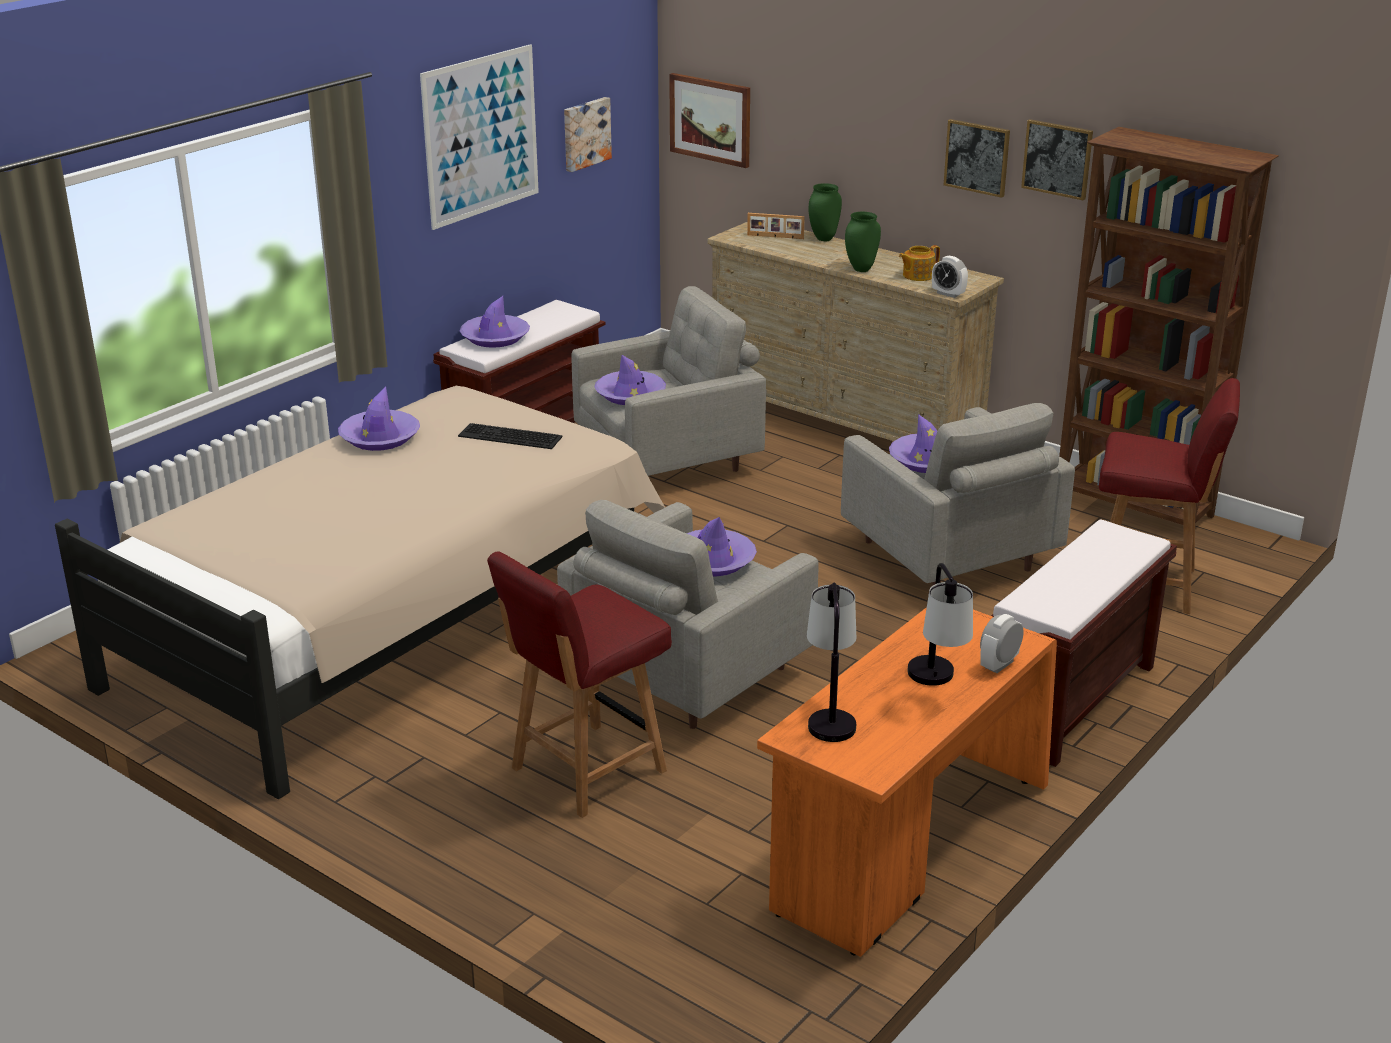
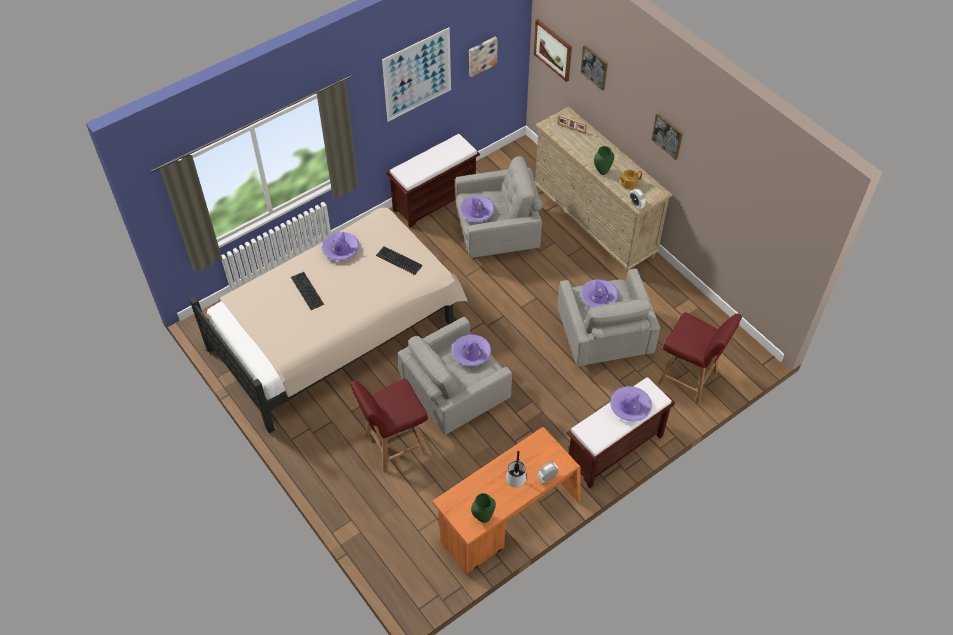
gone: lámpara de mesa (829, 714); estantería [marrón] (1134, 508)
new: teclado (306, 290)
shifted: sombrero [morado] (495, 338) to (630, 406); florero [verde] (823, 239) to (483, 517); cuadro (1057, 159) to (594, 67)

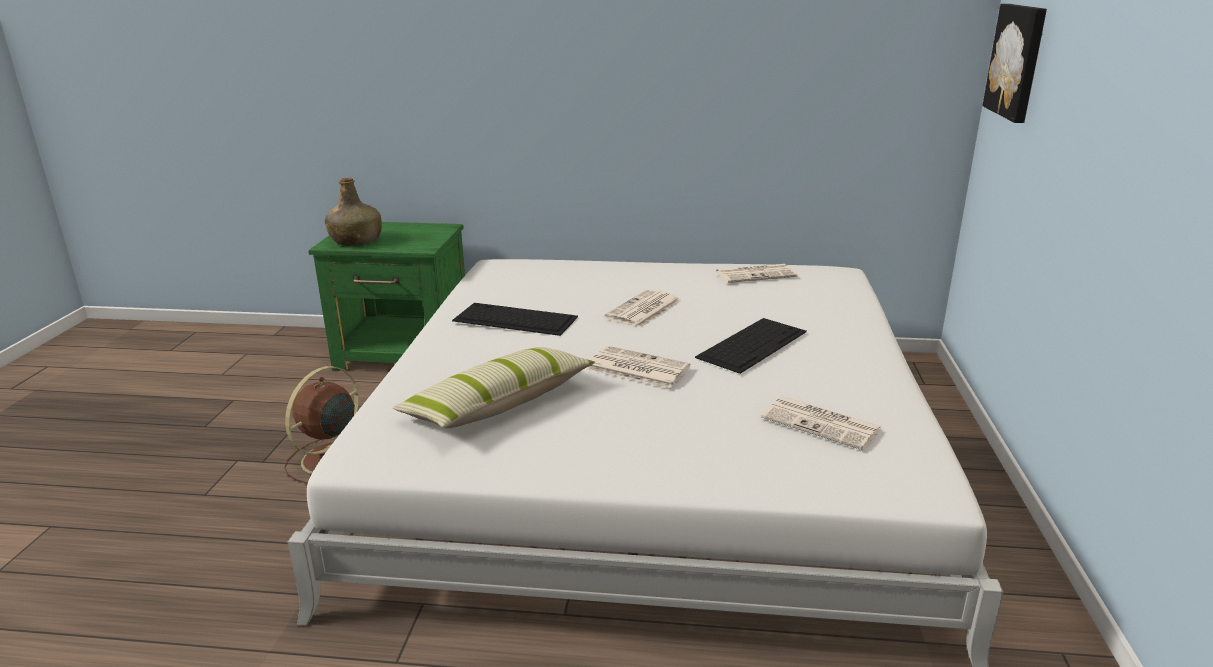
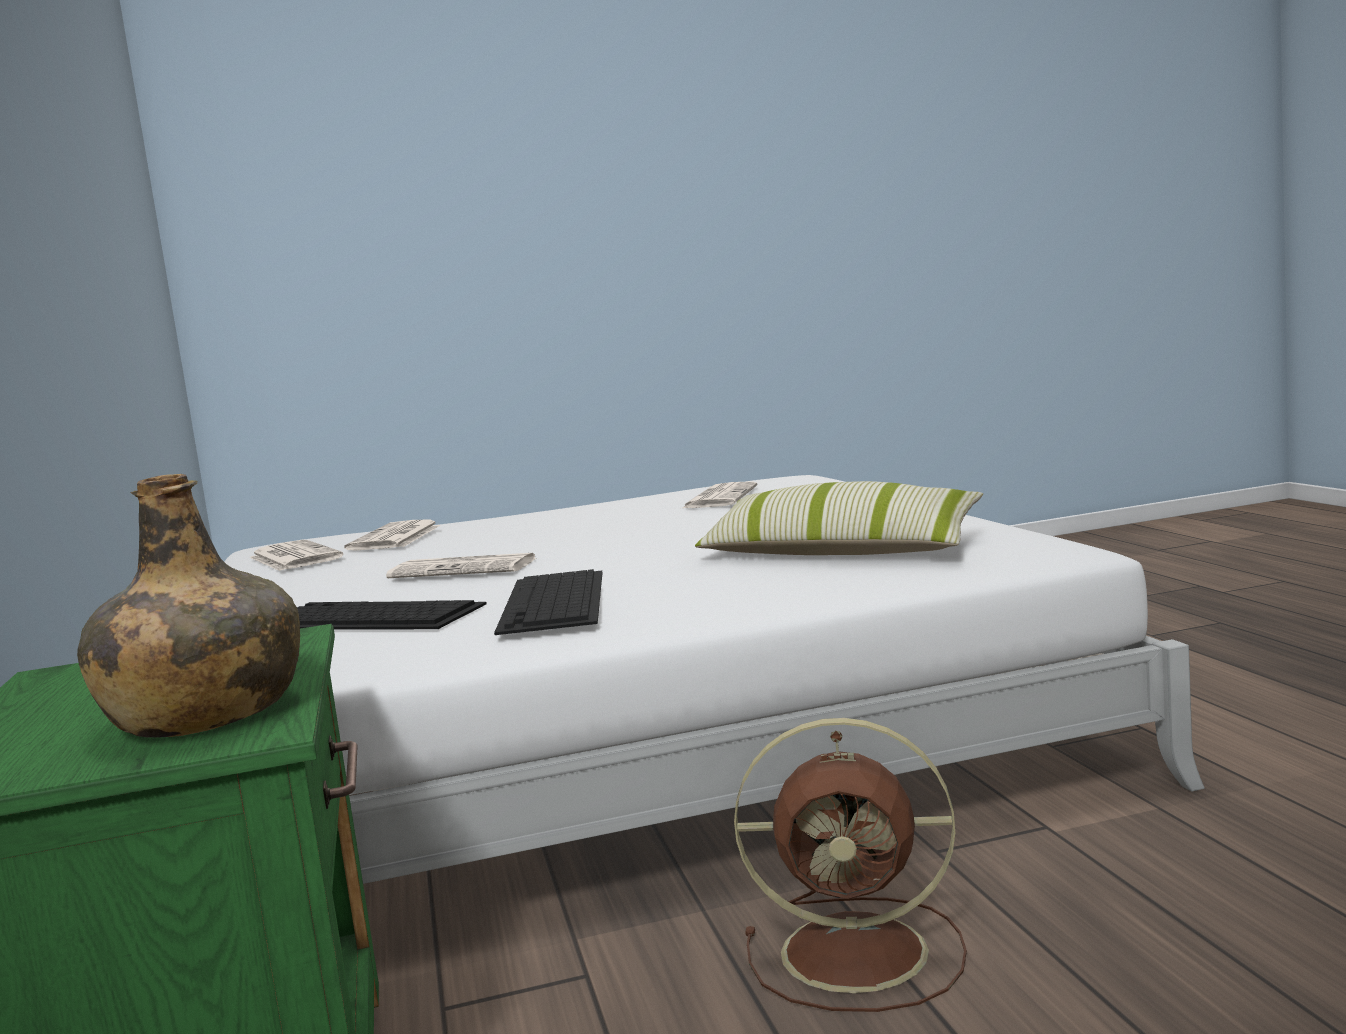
gone: cuadro (1018, 61)
shifted: periódico (636, 368) to (395, 538); teclado (752, 343) to (366, 617)

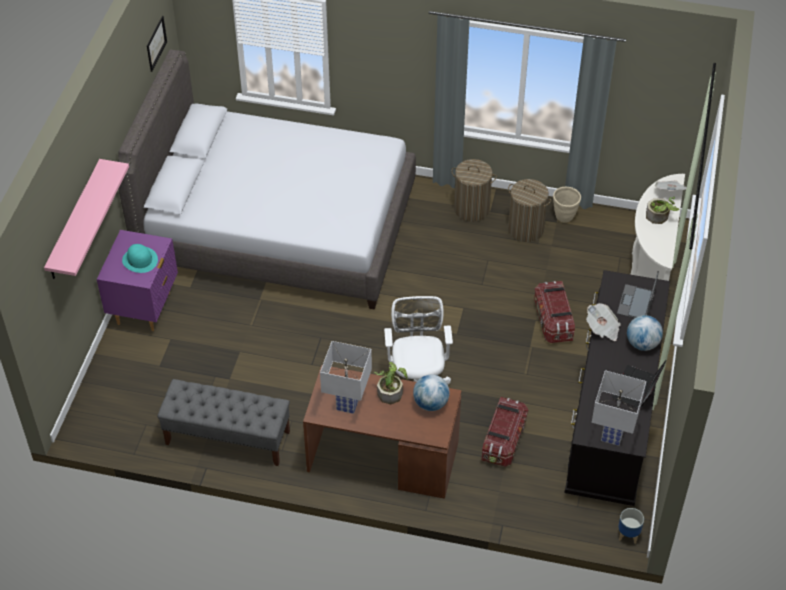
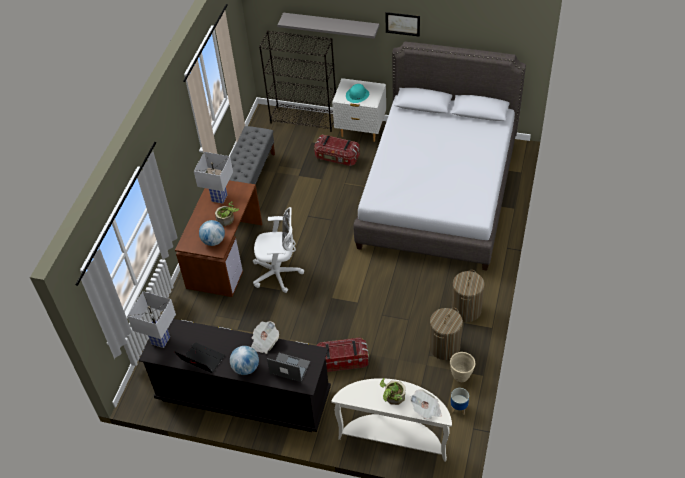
new: estantería [negro] (304, 119)
shifted: cuadro (156, 43) to (402, 24); caja de almacenaje (504, 440) to (337, 158); maceta (628, 535) to (458, 408)
repainted: estante [rosa] (74, 221) to estante [gris] (331, 25); mesita de noche [morado] (144, 308) to mesita de noche [blanco] (361, 131)

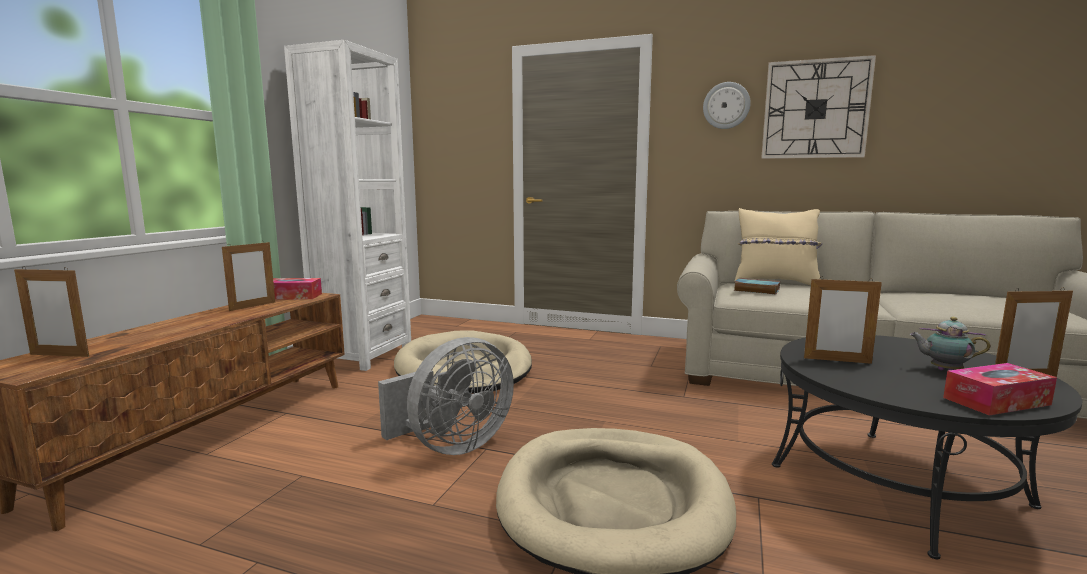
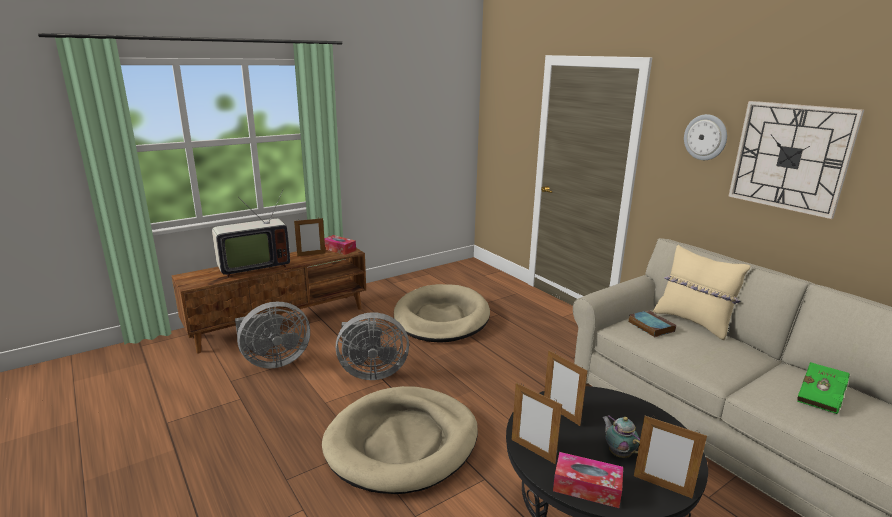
gone: estantería [blanco] (363, 355)
new: televisor (252, 267); ventilador [gris] (273, 361); libro [verde] (820, 398)
shifted: portarretratos (59, 355) to (533, 451)

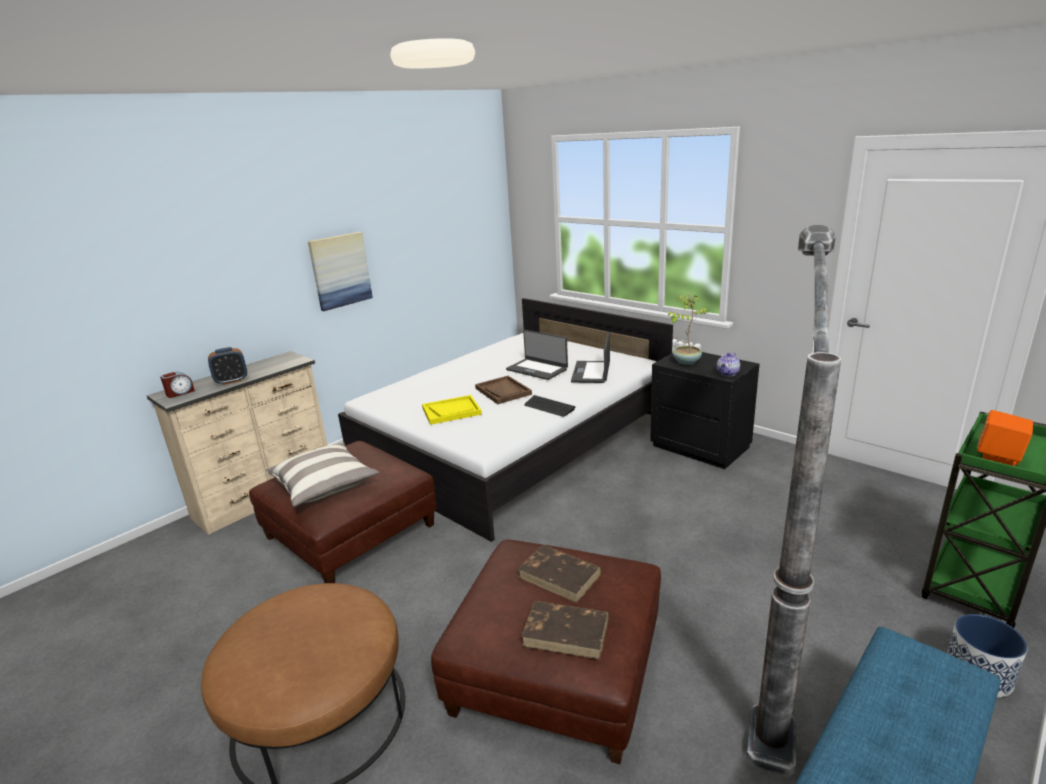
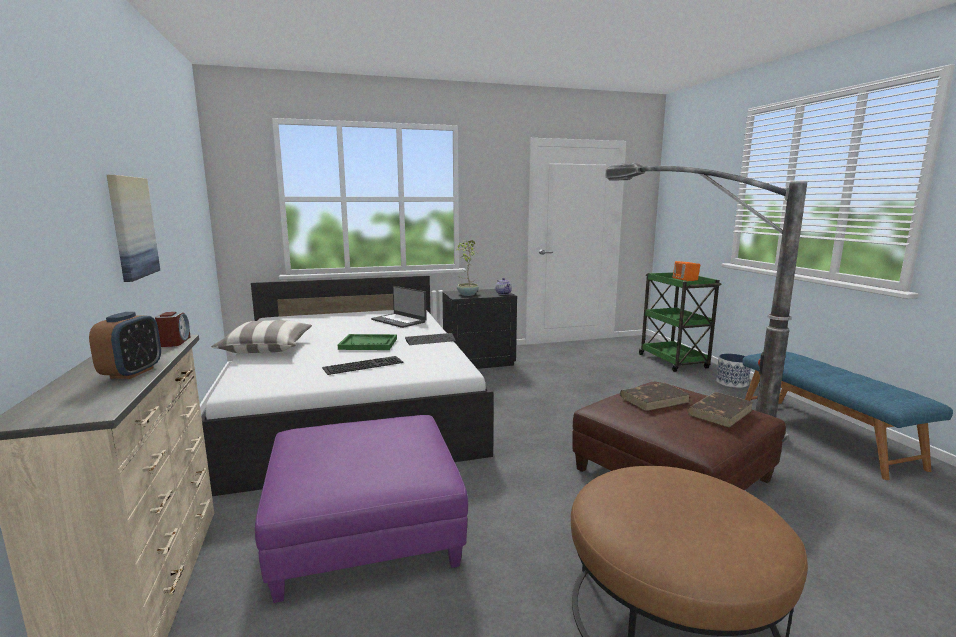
gone: portátil (537, 369)
shifted: despertador (180, 393) to (175, 342); cojín (324, 485) to (266, 349)
swapped: bandeja [amarillo] (451, 411) to teclado (363, 364)
repainted: puf [marrón] (351, 531) to puf [morado] (365, 526); bandeja [marrón] (503, 391) to bandeja [verde] (368, 344)

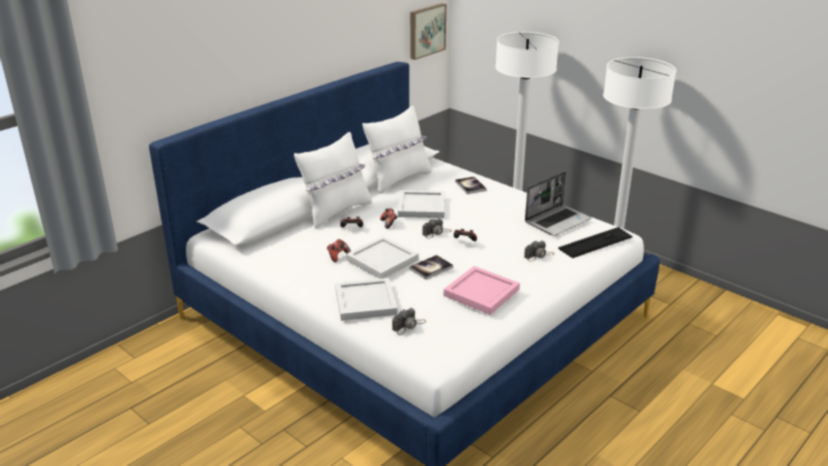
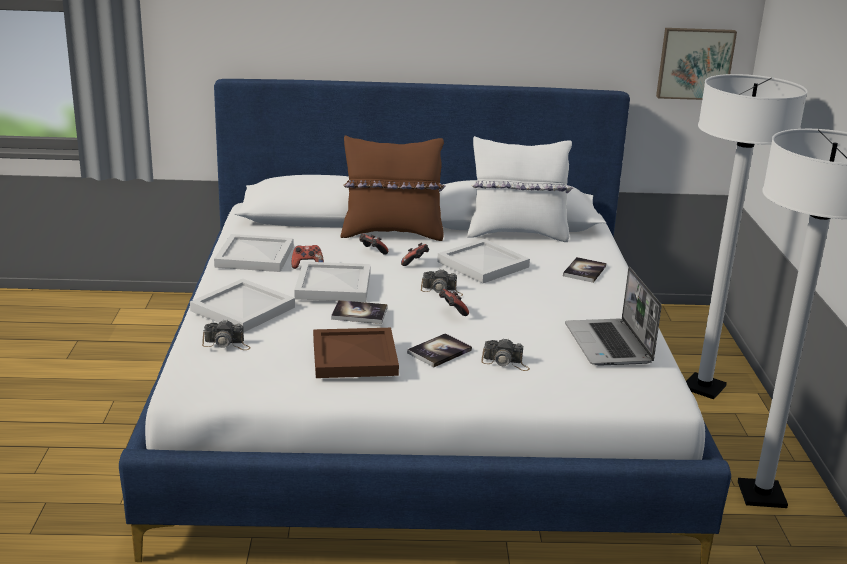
gone: teclado (596, 243)
new: bandeja [blanco] (254, 256); libro (439, 352)
repainted: cojín [blanco] (336, 211) to cojín [marrón] (392, 233); bandeja [rosa] (481, 293) to bandeja [marrón] (353, 357)
rotated: portátil (557, 221) = (609, 345) 75 degrees clockwise

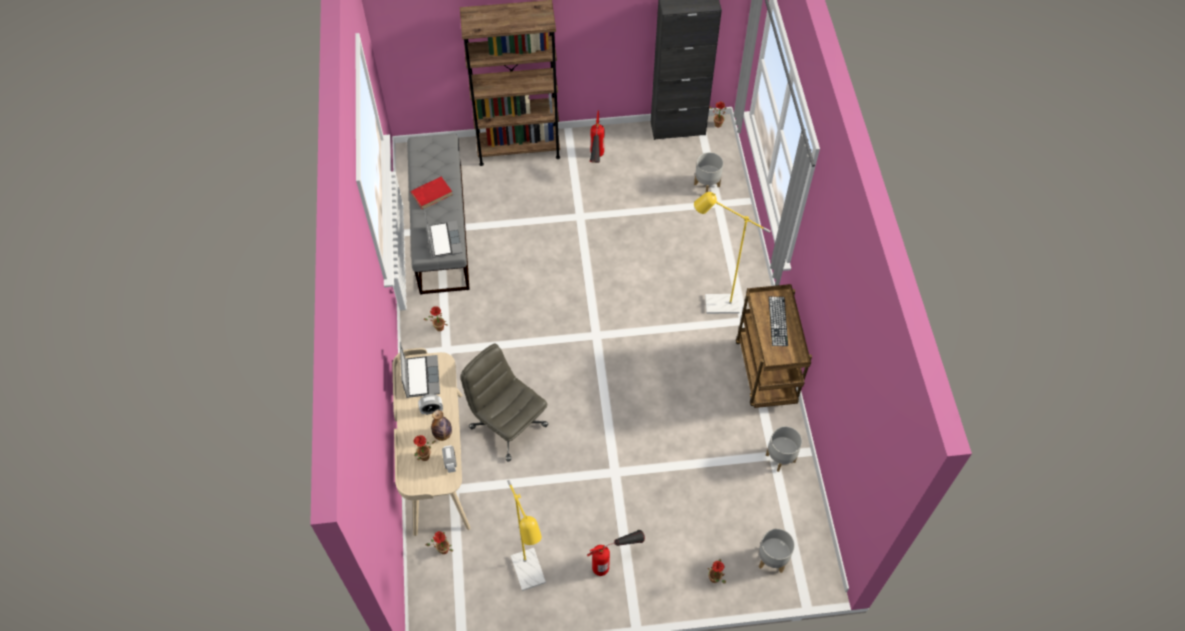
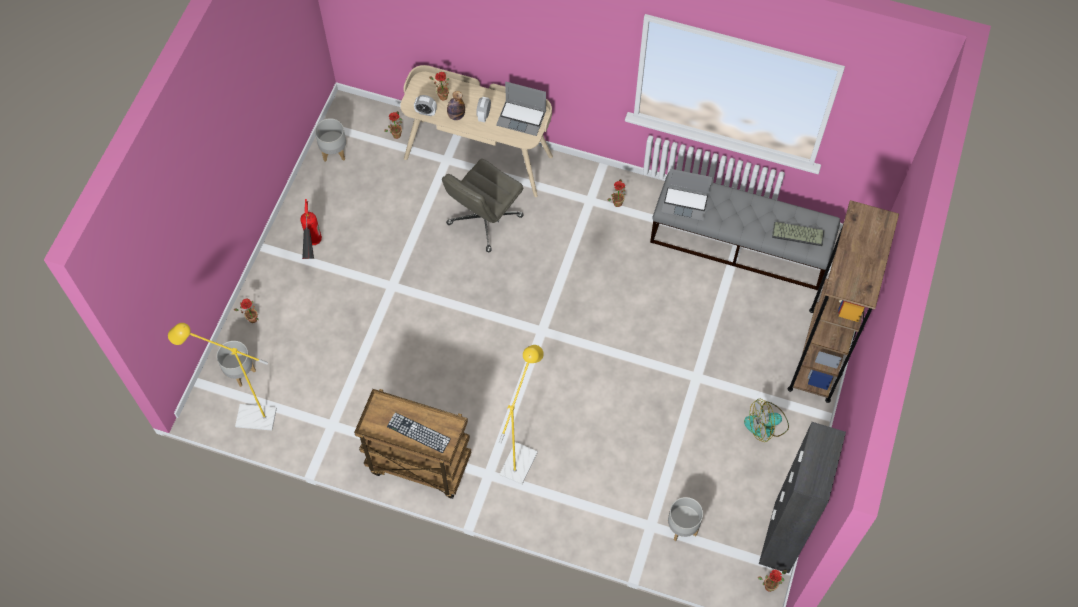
gone: libro [rojo] (432, 194)
new: teclado (798, 233)
shifted: lámpara de pie [amarillo] (530, 576) to (248, 417); maceta [gris] (780, 458) to (334, 152)
swapped: extintor (596, 162) to ventilador (766, 425)
rotated: silla de oficina [gris] (507, 425) = (484, 220) 150 degrees clockwise

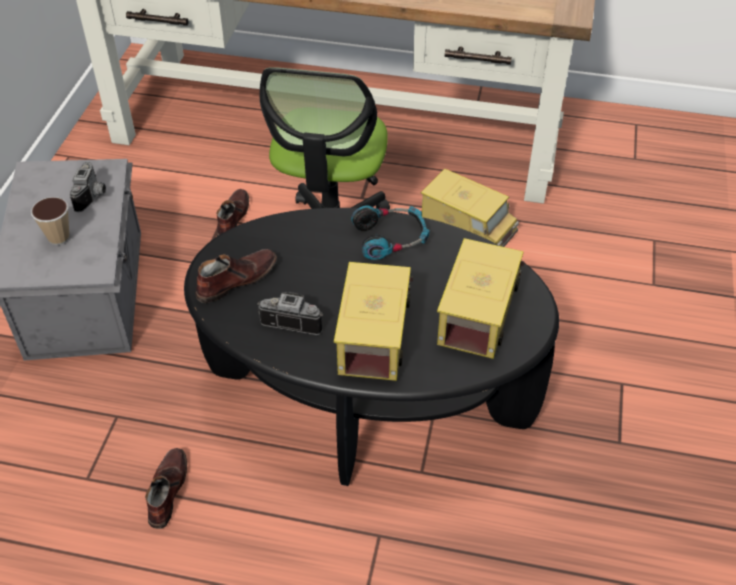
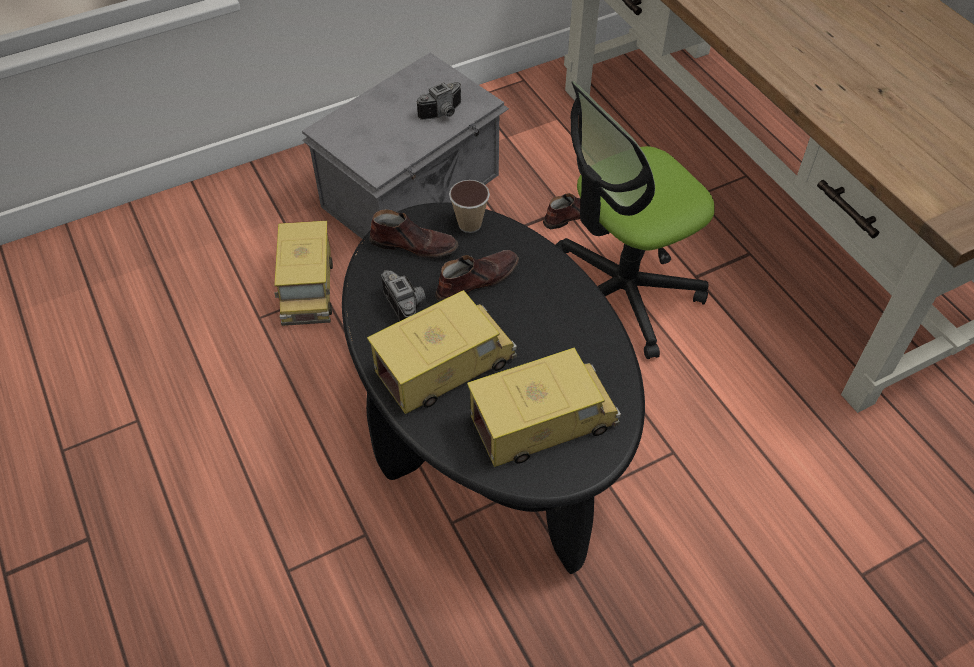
gone: auriculares (391, 238)
shifted: taza (59, 237) to (469, 224); zapato [marrón] (167, 490) to (476, 280); camión de juguete (468, 228) to (308, 288)

